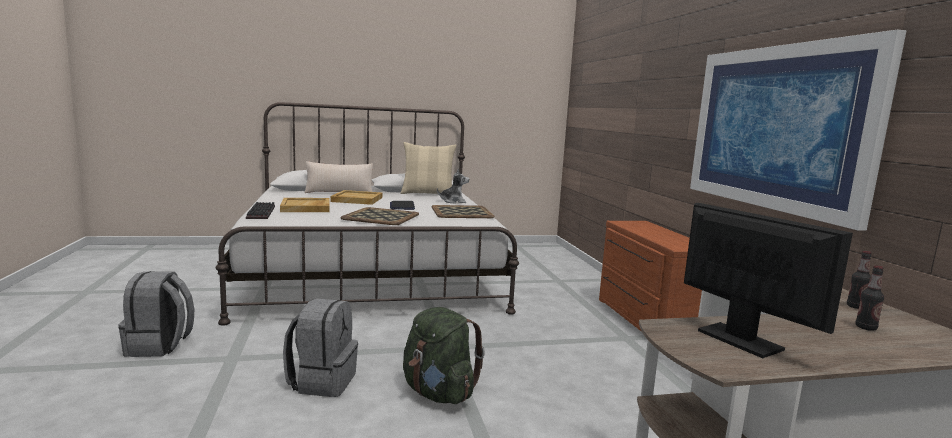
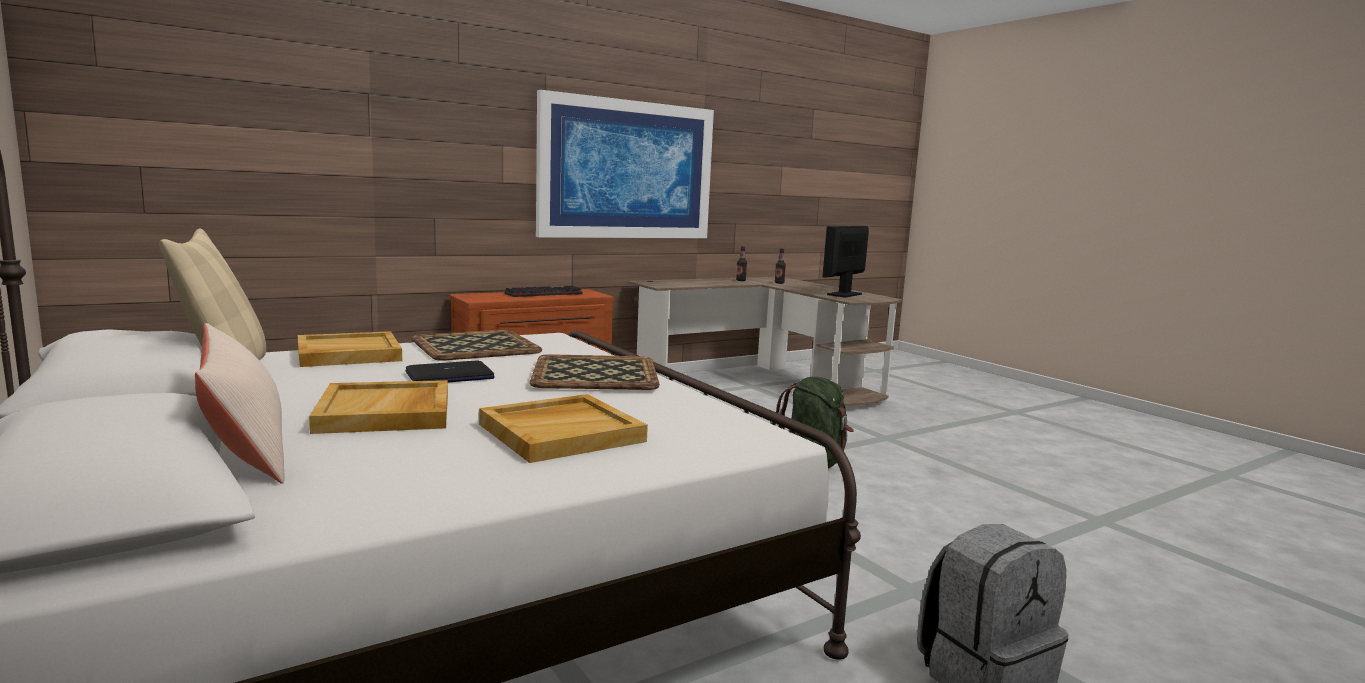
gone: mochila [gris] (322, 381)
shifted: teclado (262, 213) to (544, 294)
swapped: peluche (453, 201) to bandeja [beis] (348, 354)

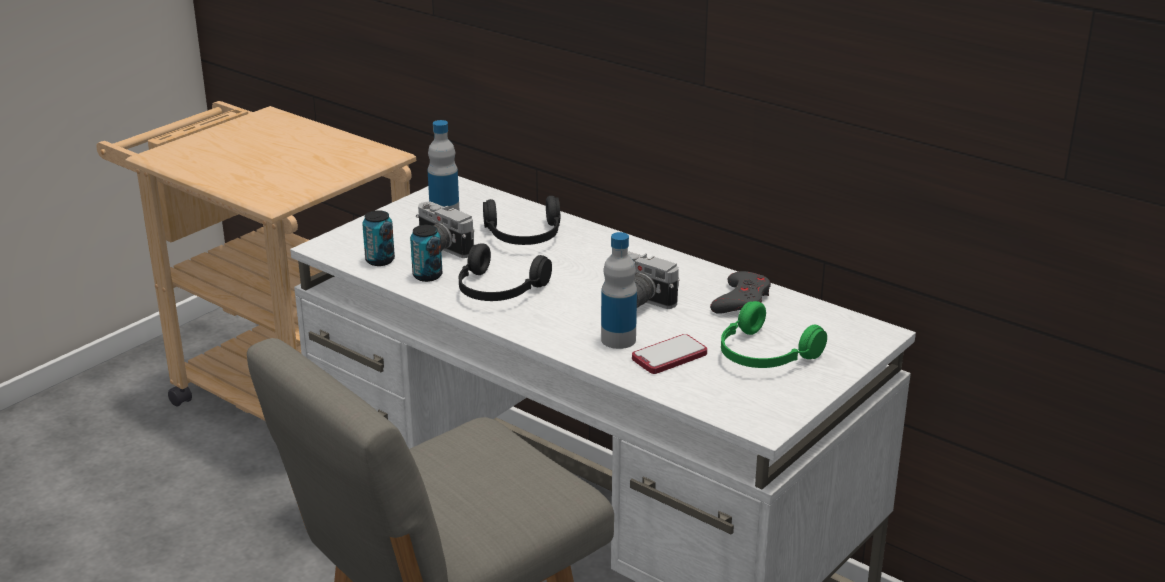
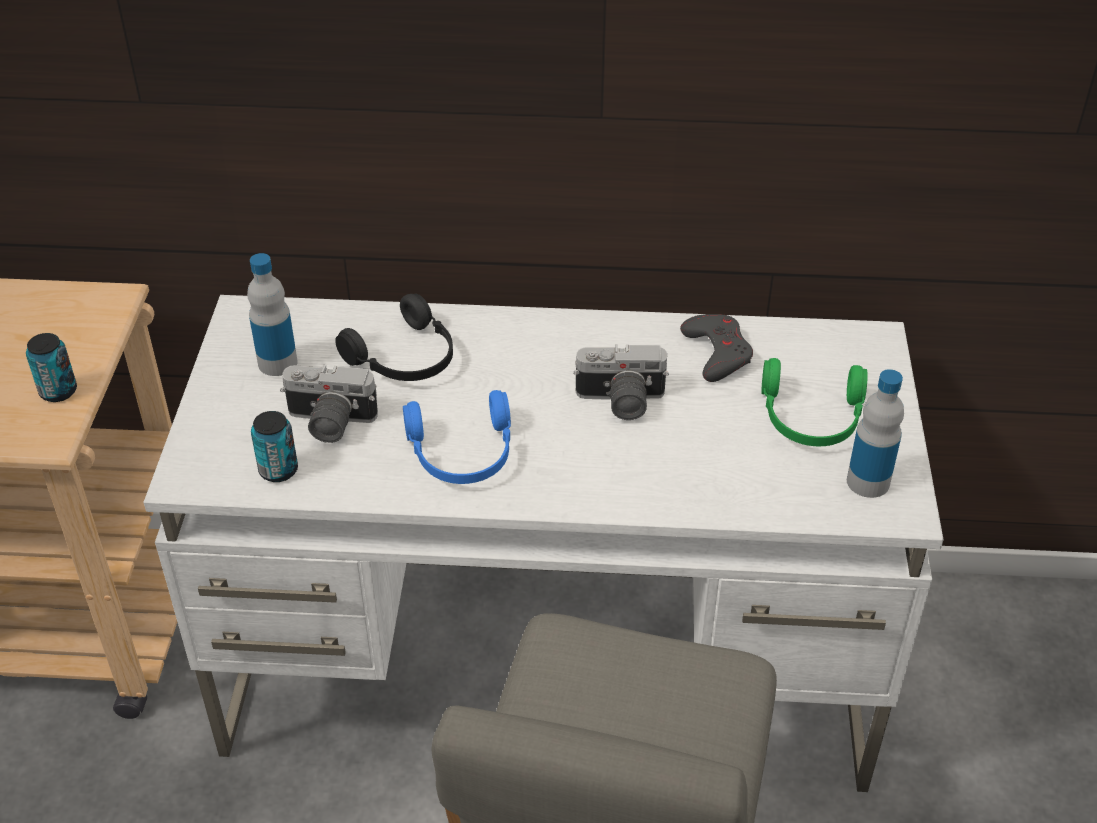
gone: móvil (669, 356)
shifted: lata (427, 275) to (58, 391); botella (618, 339) to (868, 482)
repainted: auriculares [negro] (498, 291) to auriculares [azul] (462, 454)

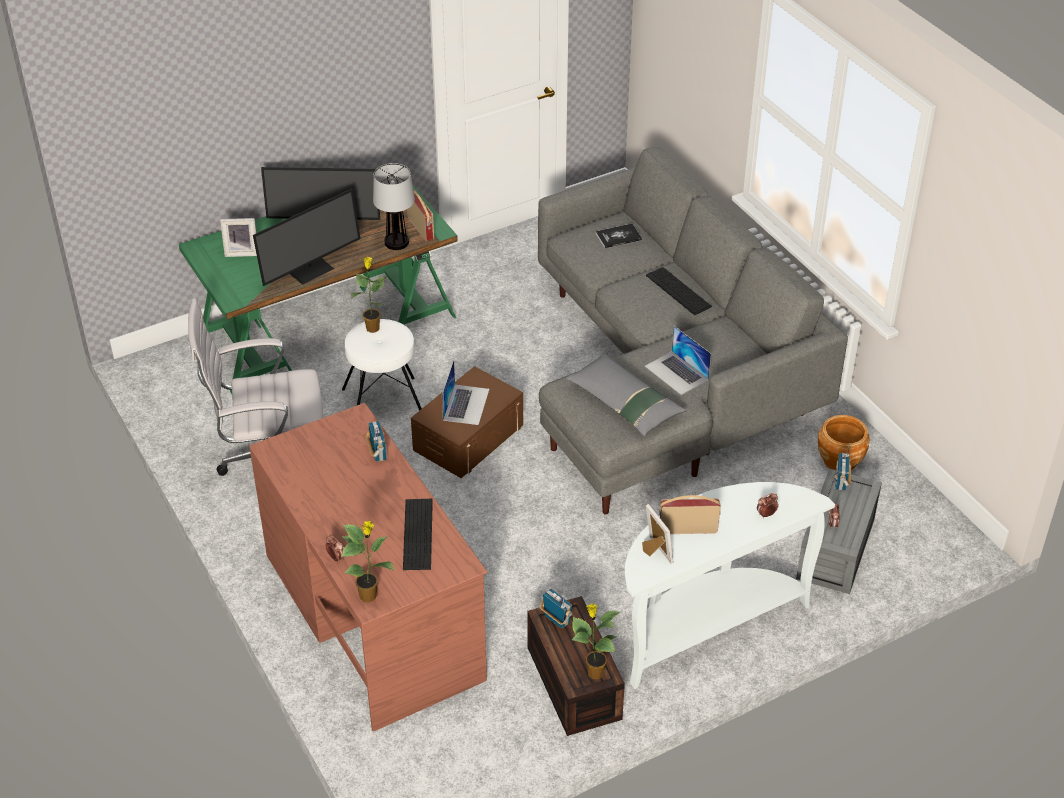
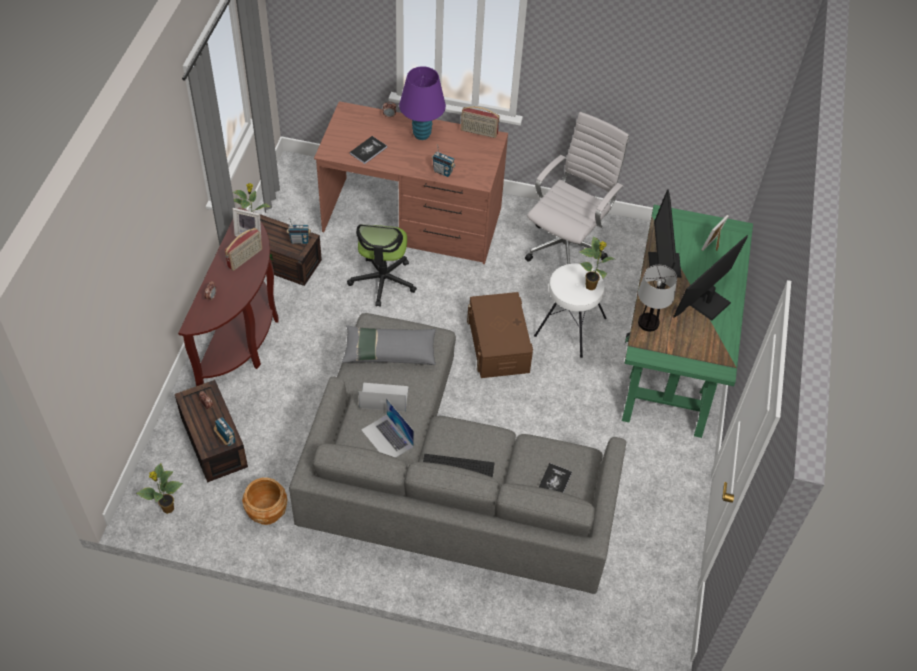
new: silla de oficina (383, 281); lámpara de mesa [morado] (422, 134)
shifted: planta en maceta (369, 595) to (167, 509); radio (421, 228) to (479, 132); portátil (466, 404) to (387, 438)
swapped: teclado (418, 534) to libro (368, 150)
repainted: mesa consola [blanco] (706, 626) to mesa consola [marrón] (243, 338); caja de almacenaje [gris] (837, 550) to caja de almacenaje [marrón] (212, 441)

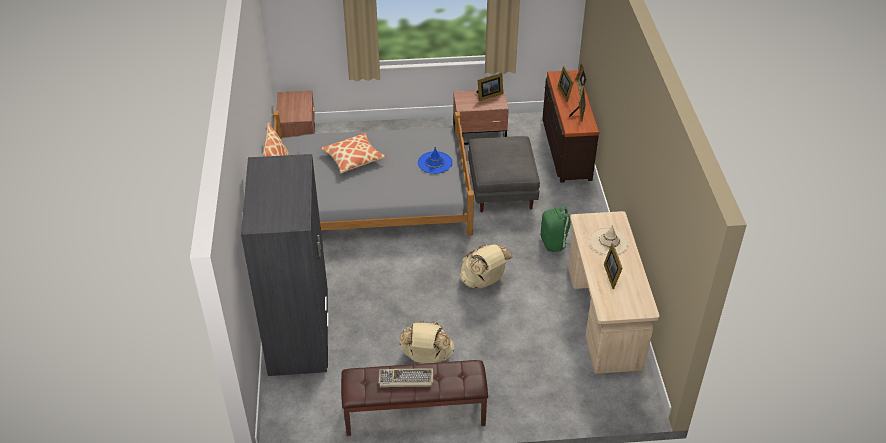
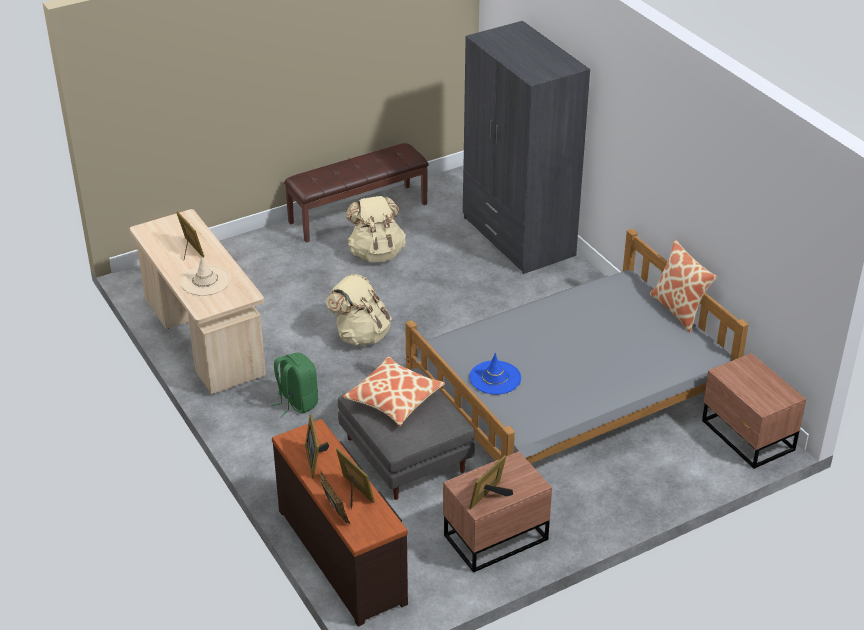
gone: teclado (405, 379)
shifted: cojín (353, 158) to (394, 398)

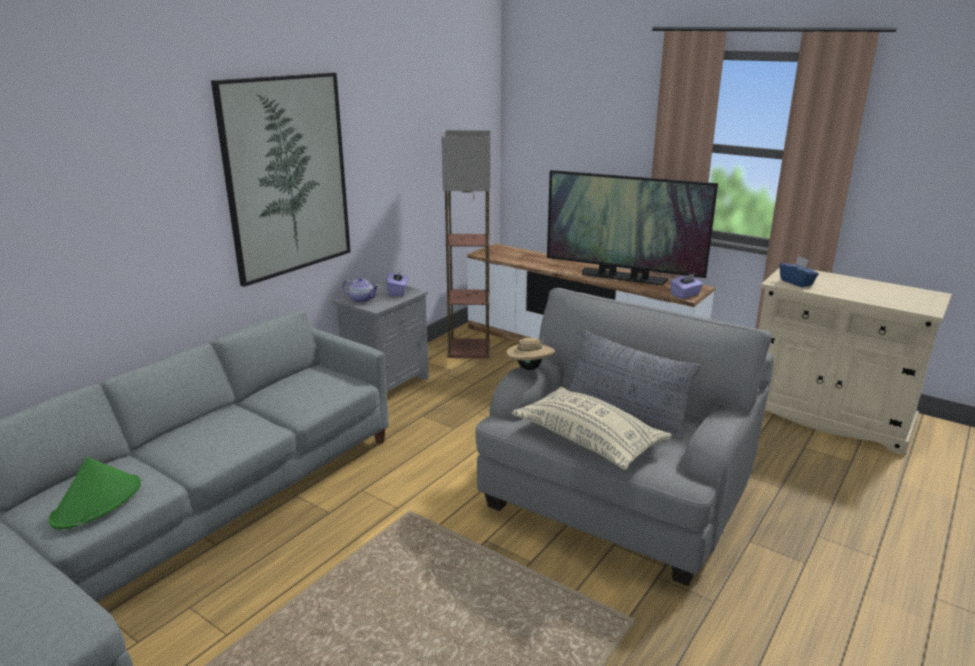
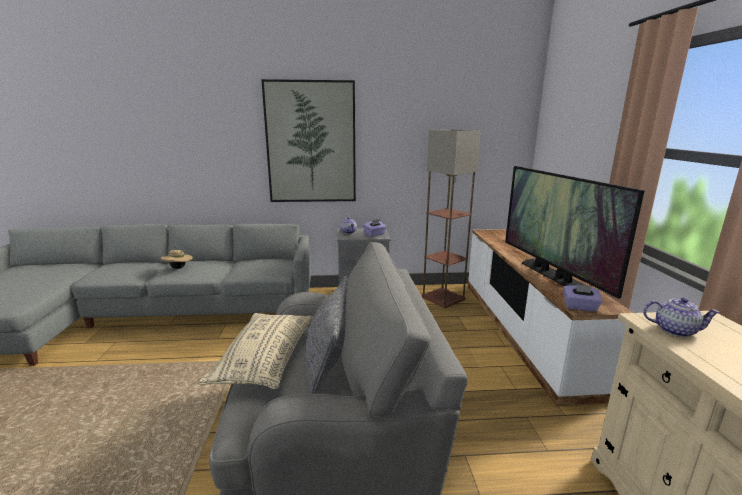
gone: sombrero [verde] (97, 502)
shifted: sombrero [beis] (530, 368) to (178, 268)
swapped: caja de pañuelos [azul] (796, 282) to tetera (675, 330)

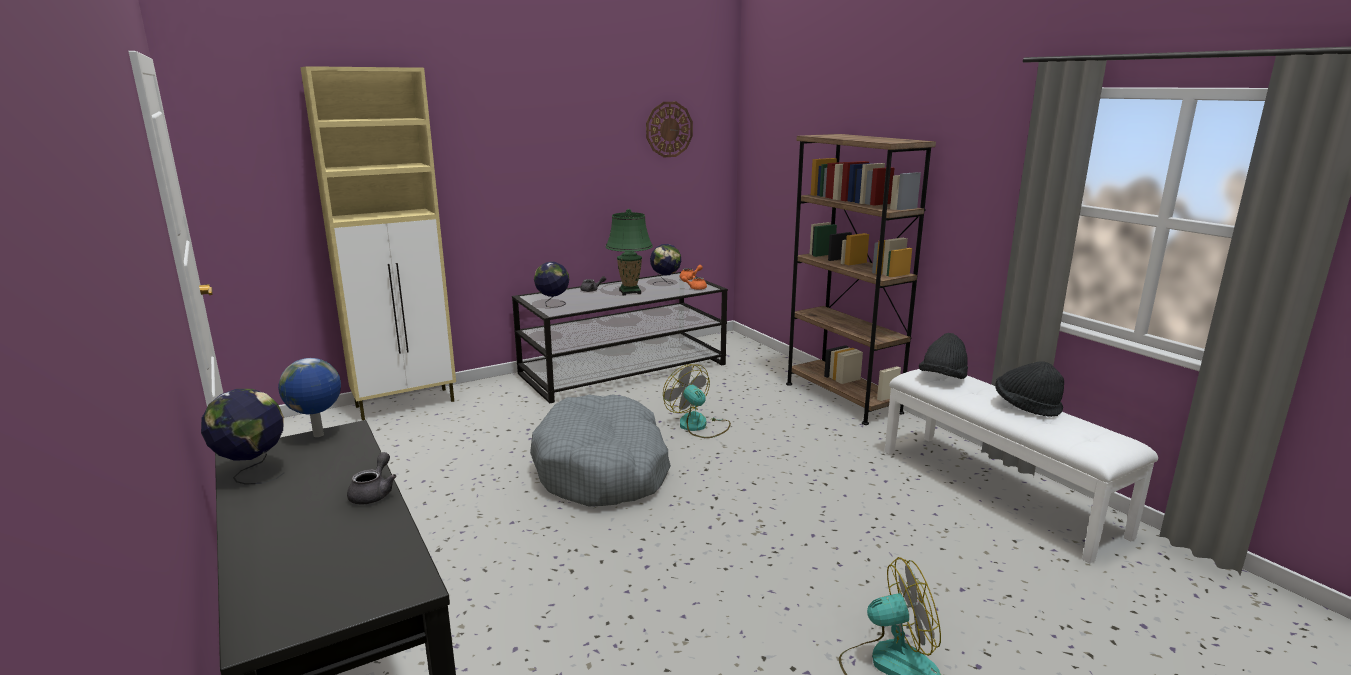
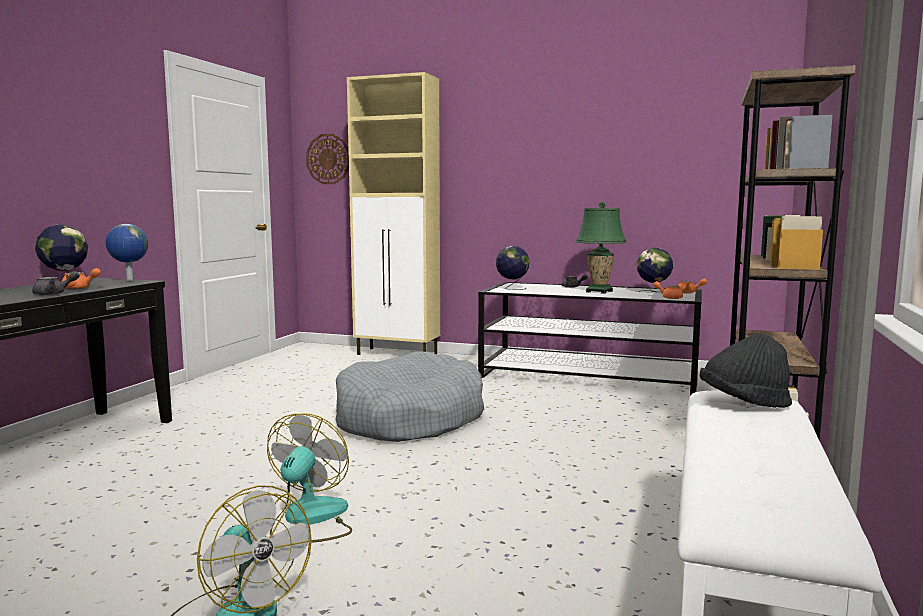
gone: sombrero [negro] (1026, 407)
new: tetera [naranja] (79, 288)
shifted: reloj de pared (669, 129) to (328, 159); ventilador (698, 426) to (308, 520)

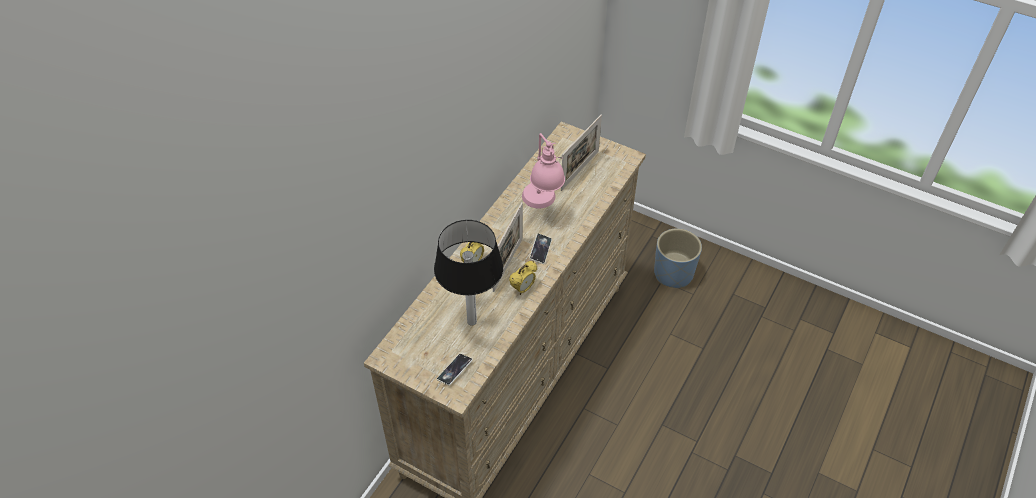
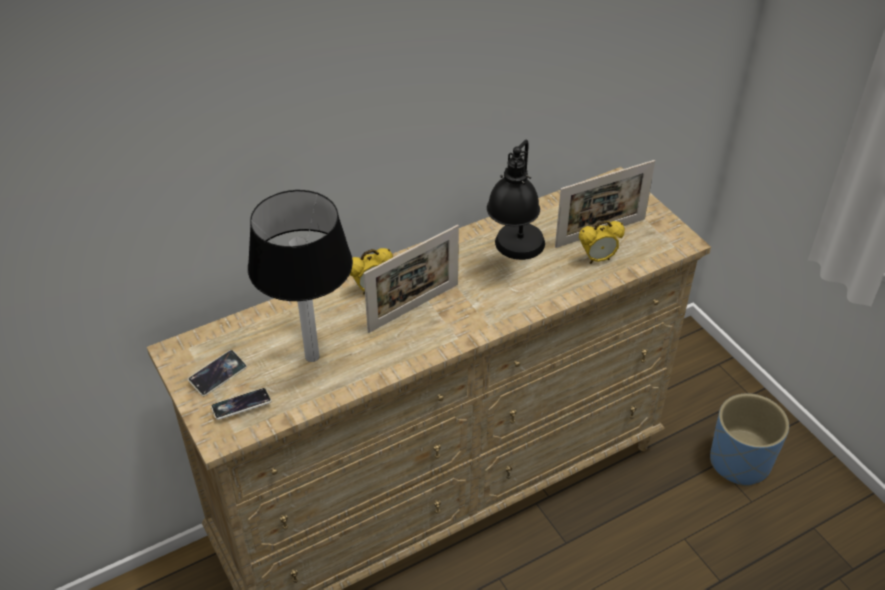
shifted: despertador (523, 289) to (598, 259); móvil (540, 250) to (218, 375)
repainted: lámpara de mesa [rosa] (543, 206) to lámpara de mesa [negro] (515, 257)

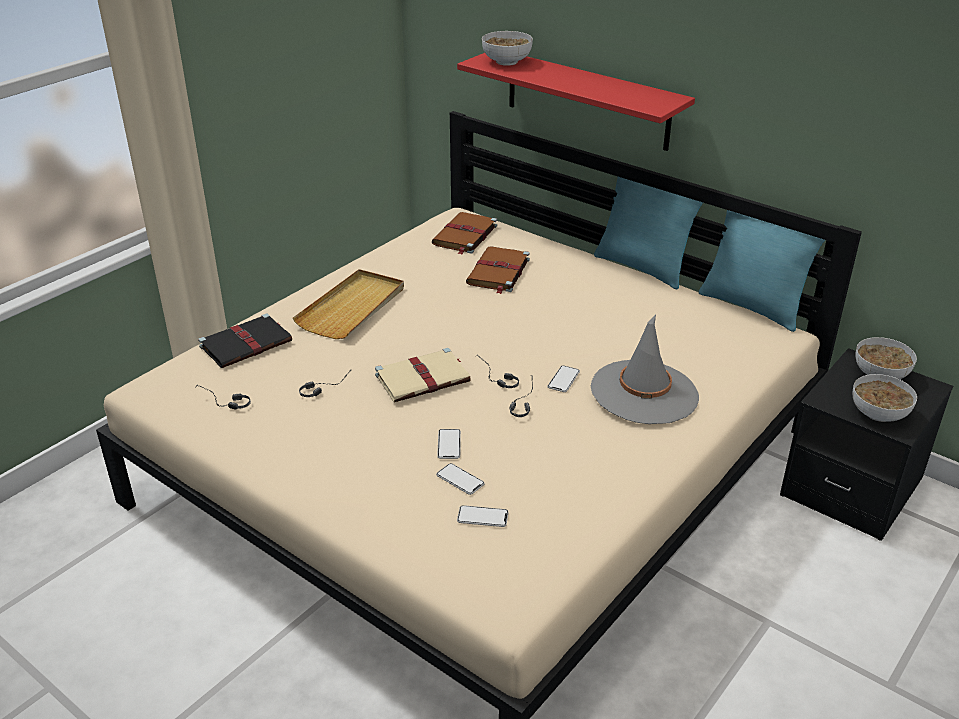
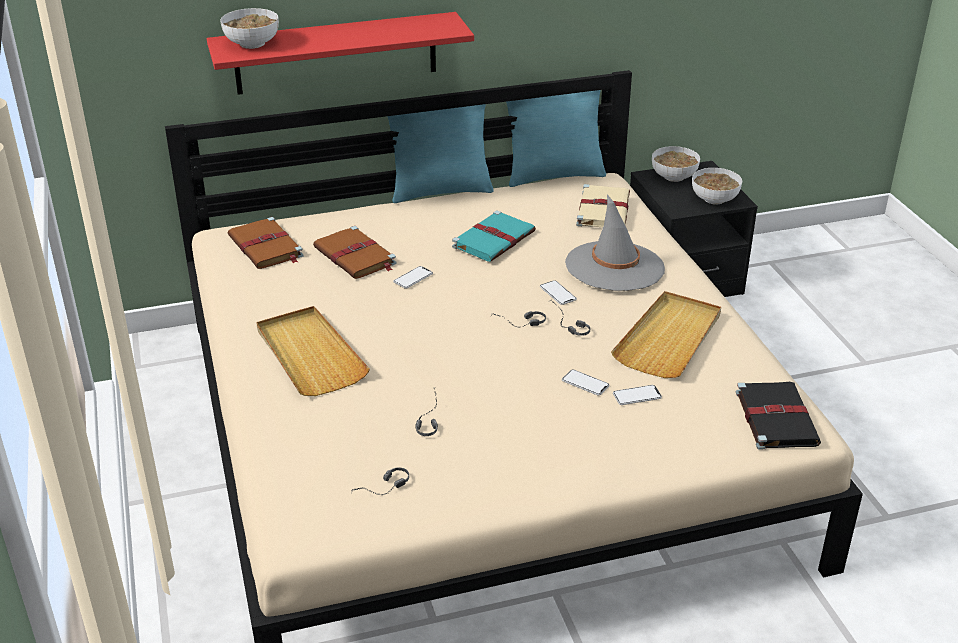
new: libro [turquesa] (494, 239); bandeja [beis] (669, 338)
shifted: libro [negro] (247, 343) to (775, 417); libro [beis] (424, 378) to (603, 209); móvil (482, 517) to (413, 278)

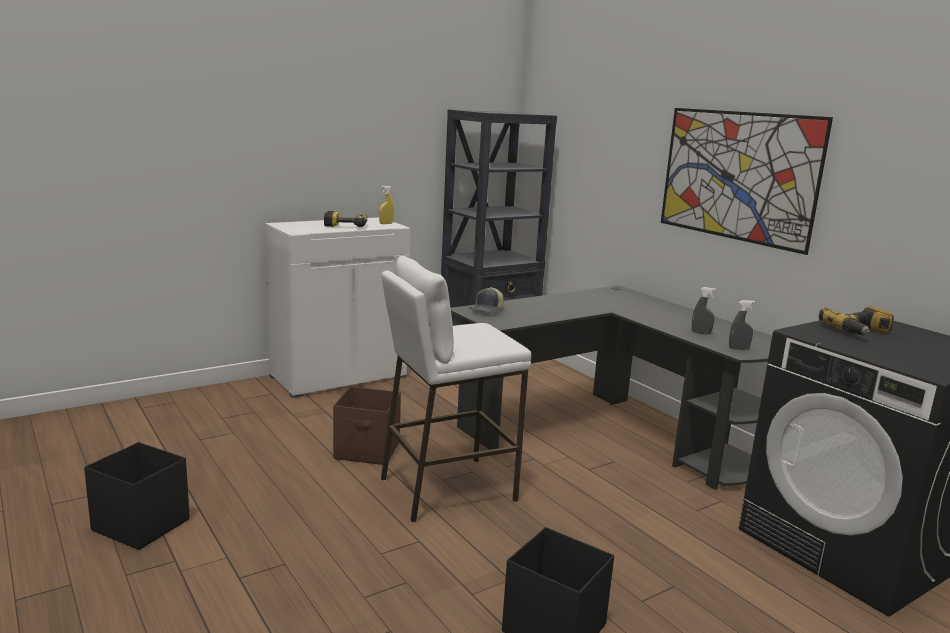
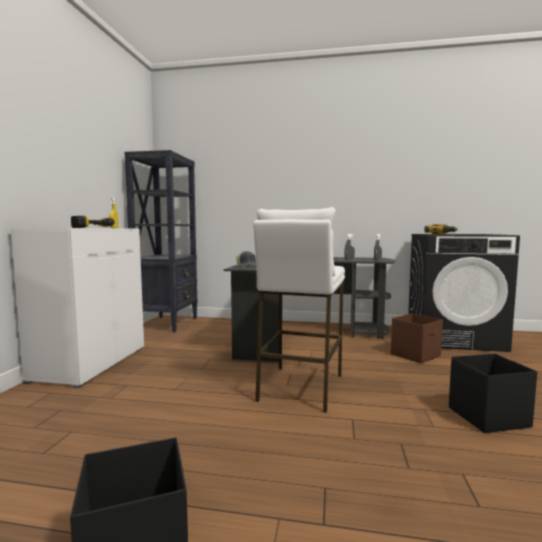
gone: cuadro (737, 176)
shifted: caja de almacenaje [marrón] (368, 451) to (416, 355)

